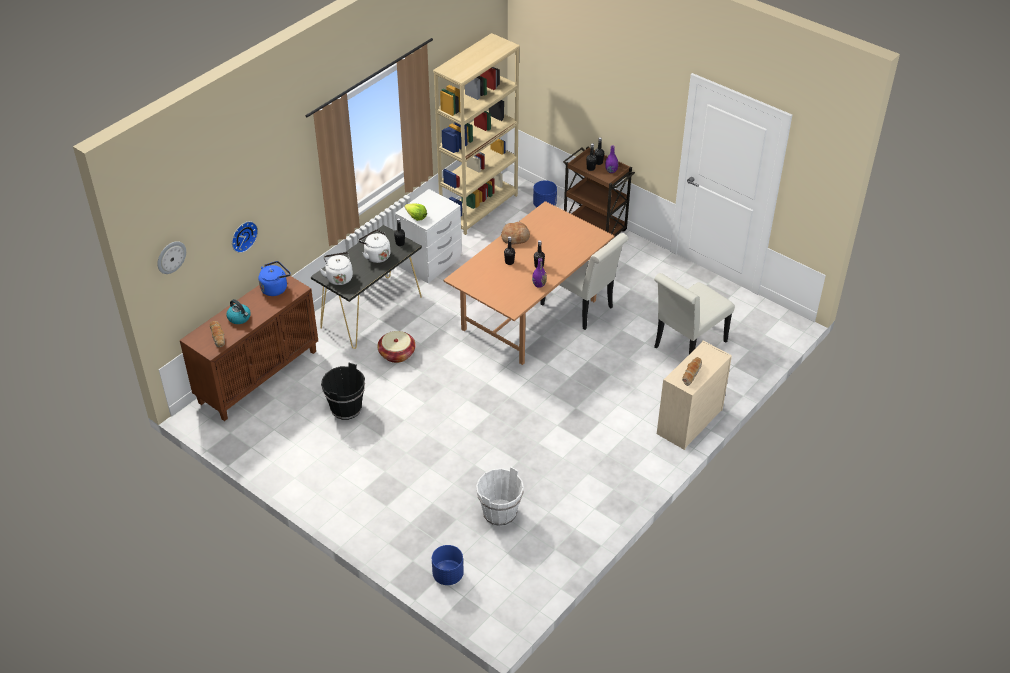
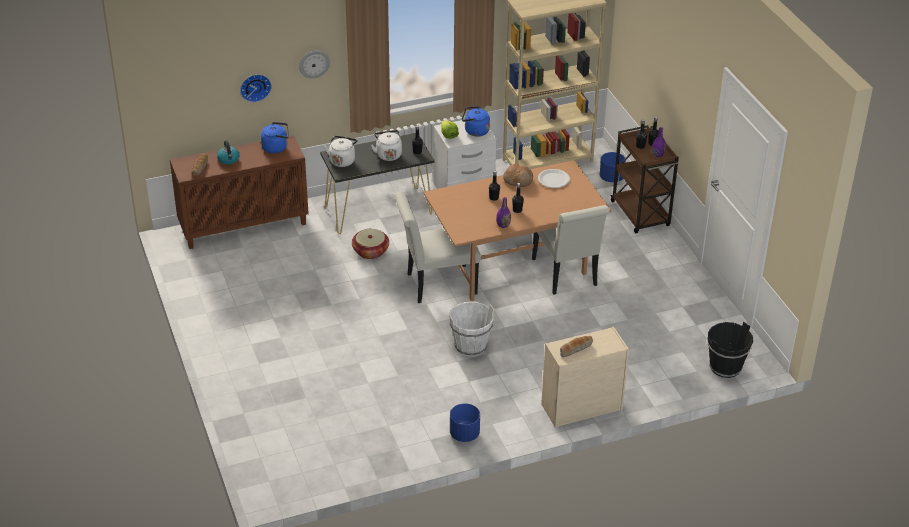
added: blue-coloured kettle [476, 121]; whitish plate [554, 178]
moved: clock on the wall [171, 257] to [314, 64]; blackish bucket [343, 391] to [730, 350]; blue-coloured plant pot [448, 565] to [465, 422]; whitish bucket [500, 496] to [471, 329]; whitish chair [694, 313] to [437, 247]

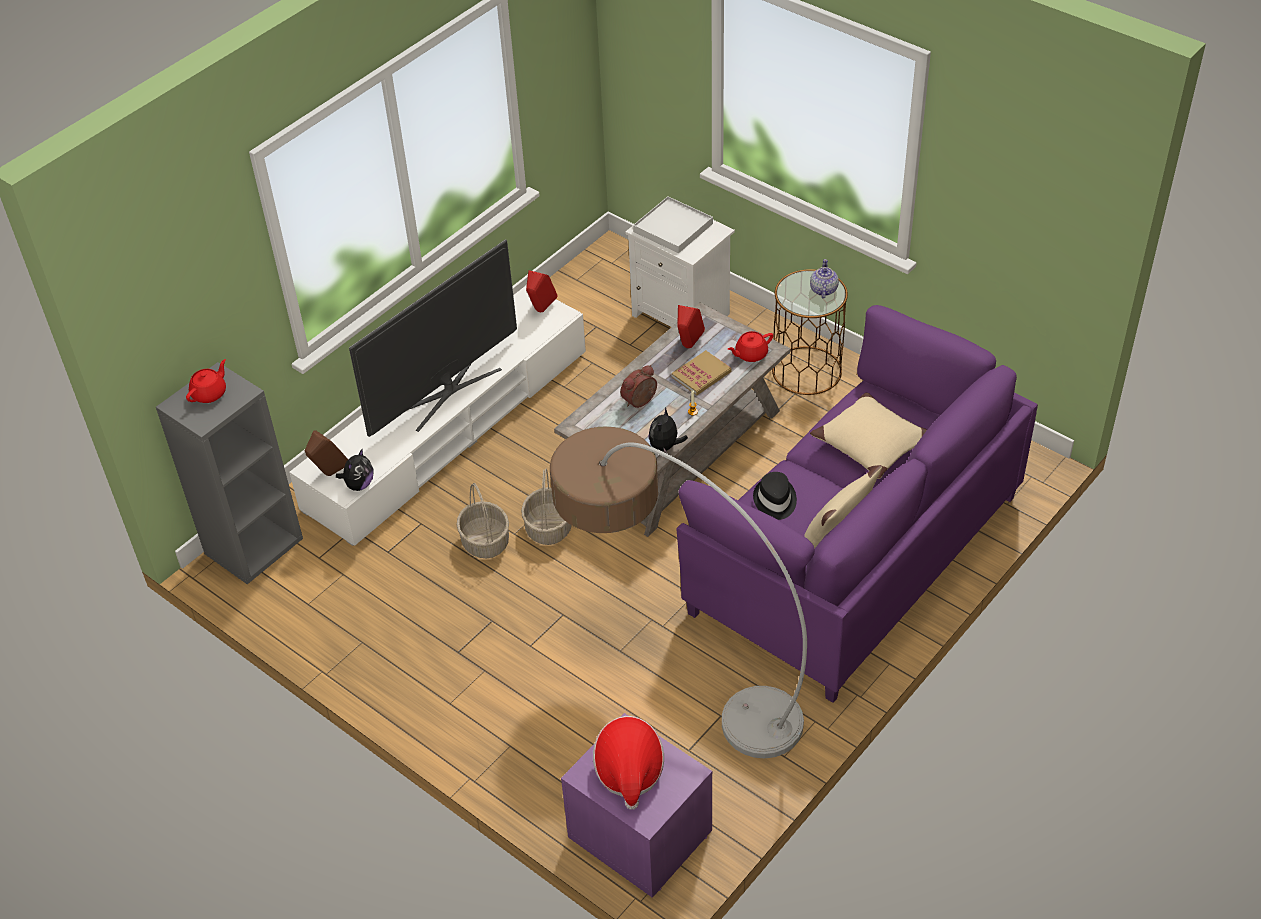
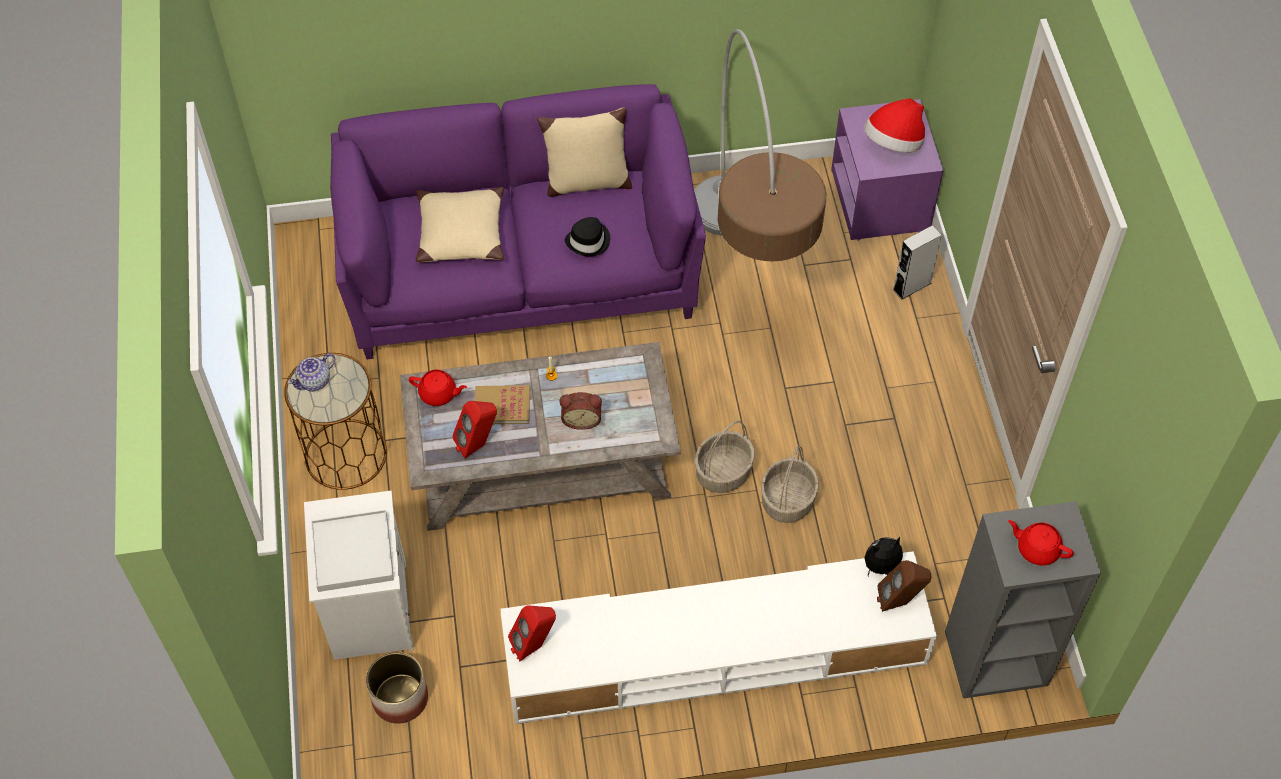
removed: television [433, 338]; plush toy [668, 430]
added: plant pot [397, 688]; greyish speaker [917, 262]
turned: red tea pot [206, 381] = [1041, 543] 45 degrees clockwise

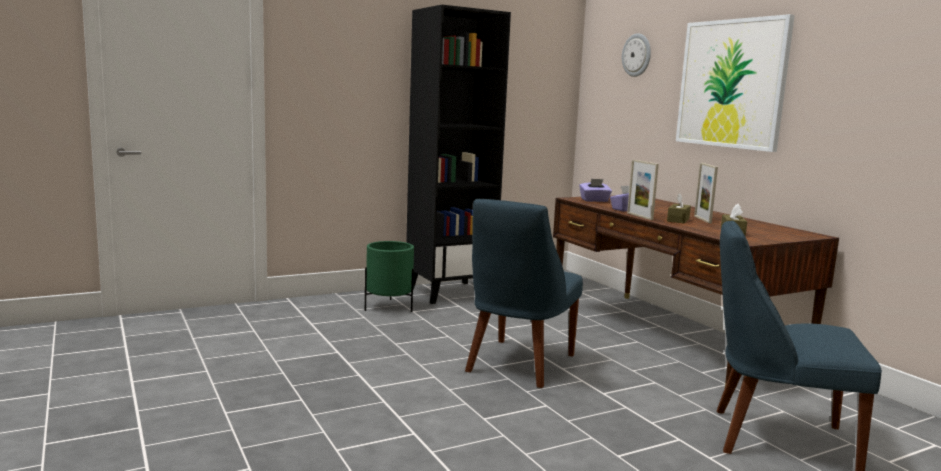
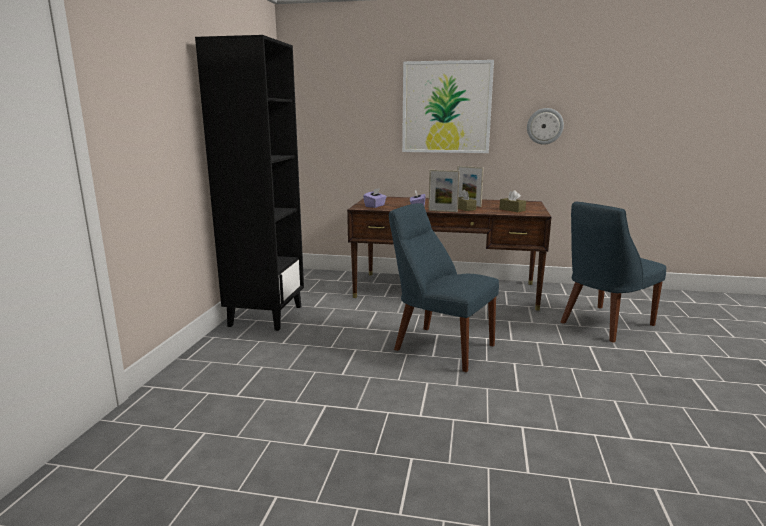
removed: green-coloured plant pot [389, 276]
moved: clock on the wall [636, 55] to [545, 126]
turned: blue-coloured chair [524, 293] = [444, 287] 150 degrees clockwise

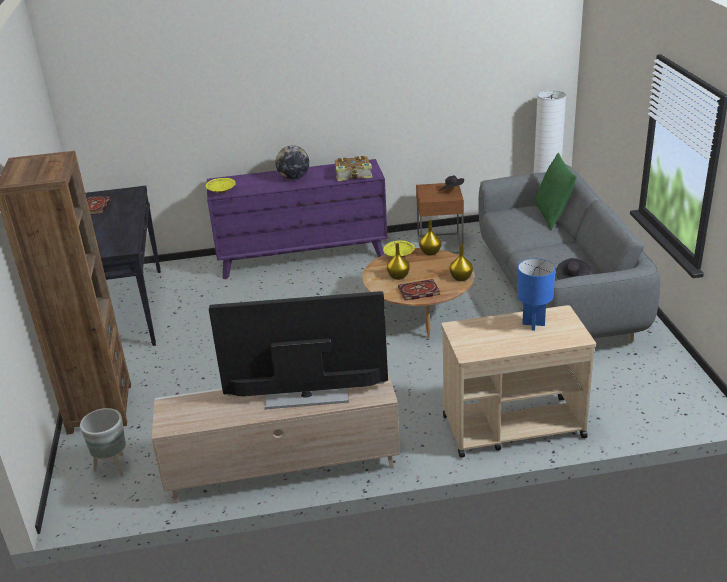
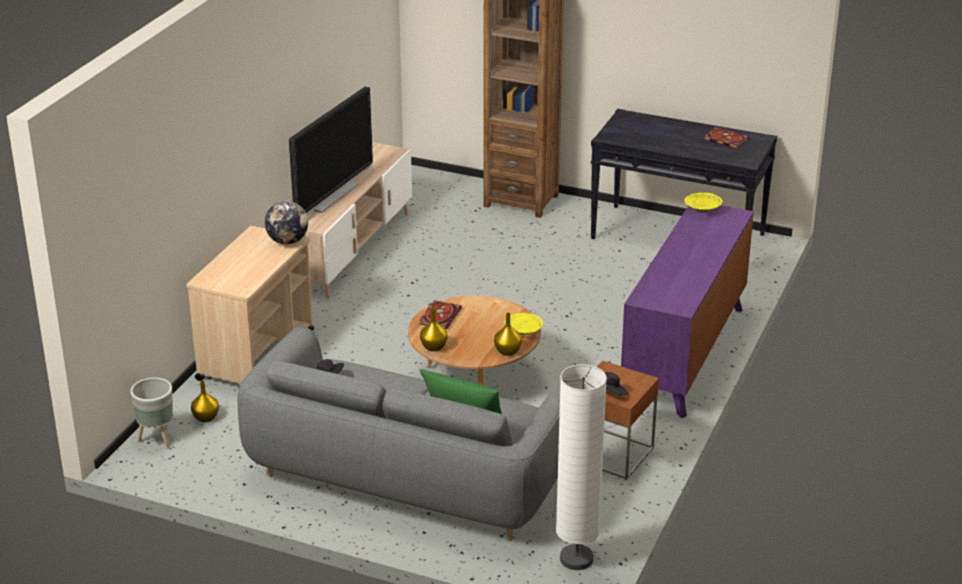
removed: book [353, 168]; blue-coloured tabletop lamp [536, 294]
moved: greyish plant pot [103, 442] to [151, 413]; desk globe [292, 163] to [286, 223]; yellowish decorative vase [398, 261] to [205, 401]

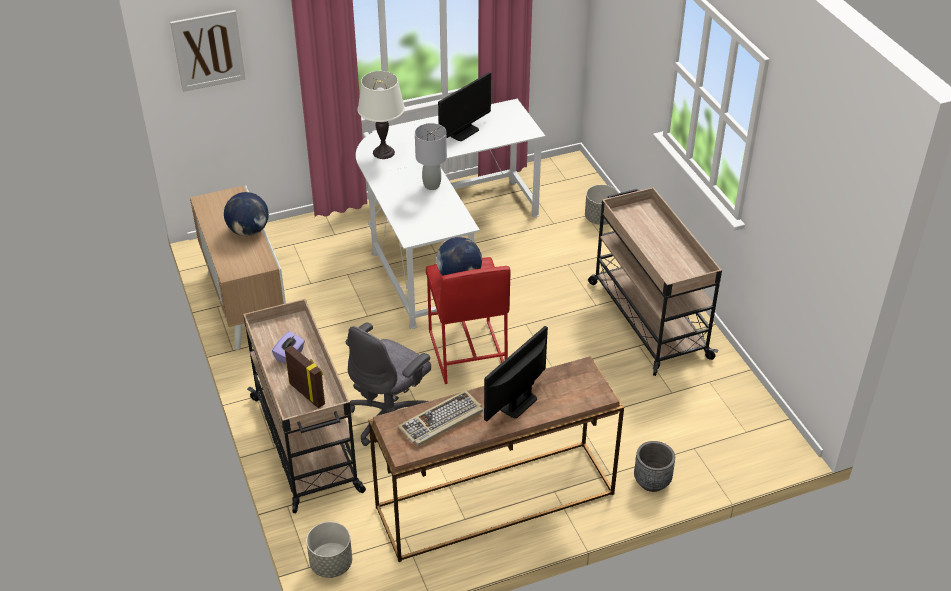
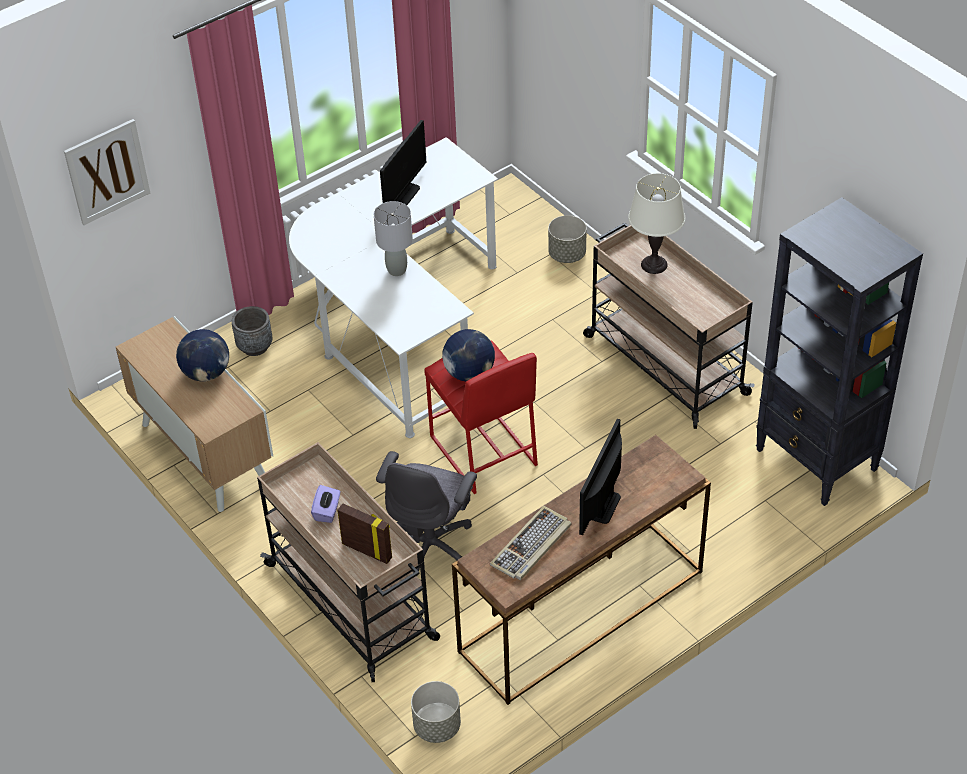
added: blackish shelving unit [839, 351]
moved: whitish tabletop lamp [381, 115] to [656, 223]; greyish plant pot [654, 466] to [252, 331]

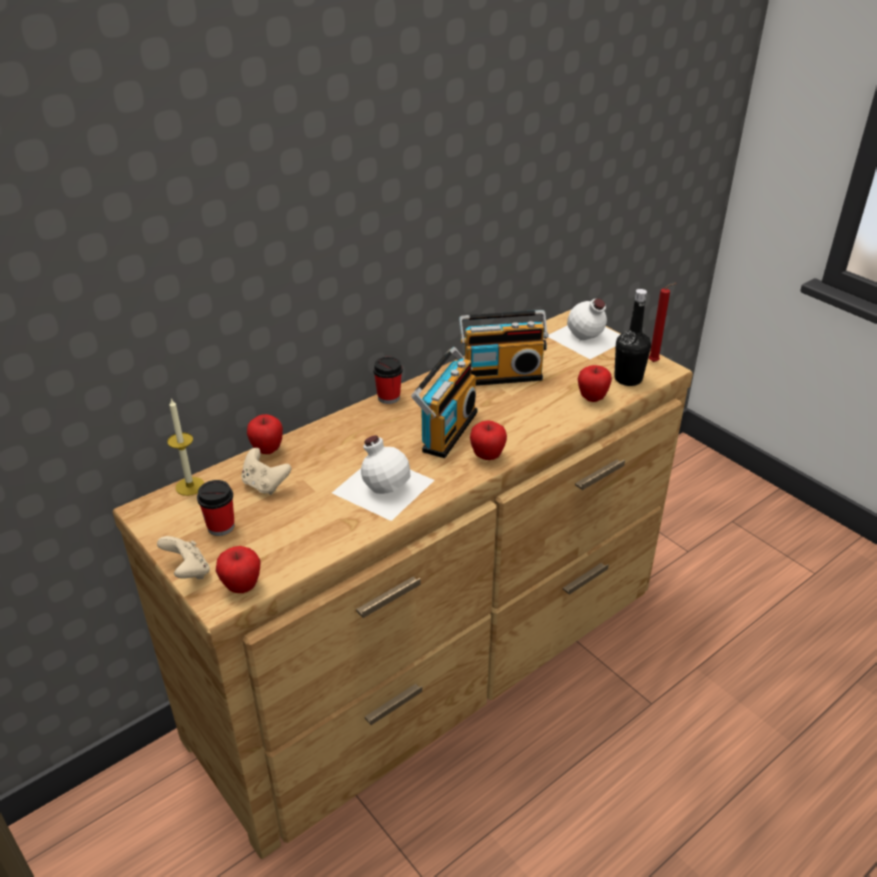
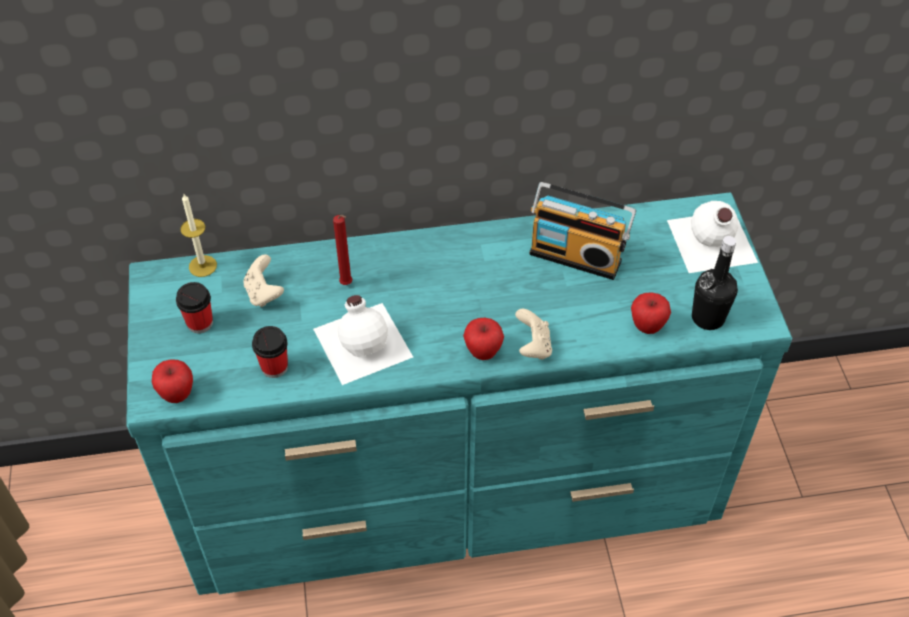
removed: apple [265, 434]; radio [444, 402]
moved: beige-coloured game controller [183, 557] to [533, 334]; cup [387, 380] to [270, 352]; red wax light [663, 322] to [342, 250]
recoloured: brown dresser [403, 584] to blue-green dresser [459, 393]

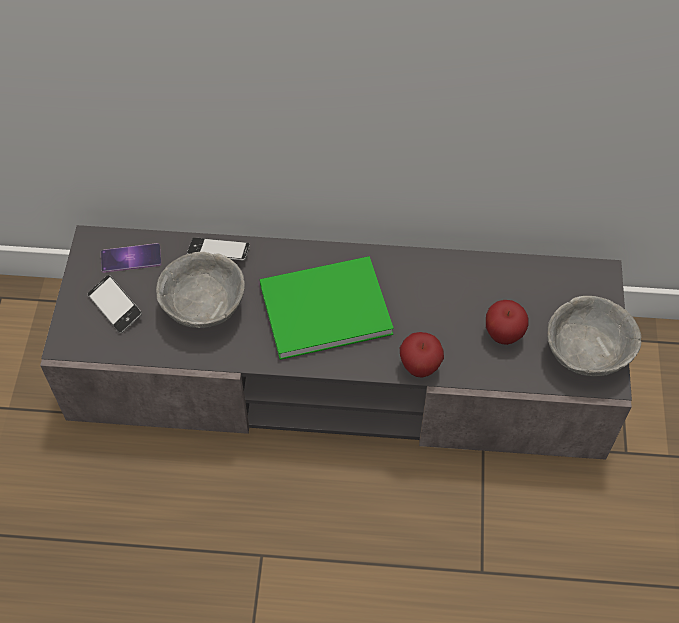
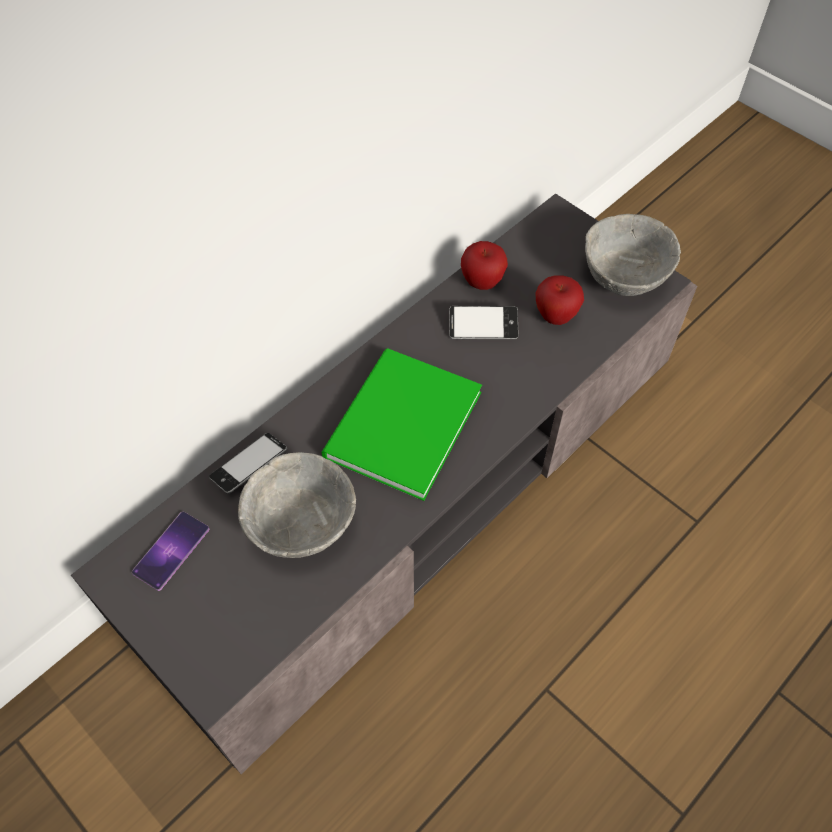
moved: phone [115, 304] to [483, 322]; apple [422, 354] to [484, 265]

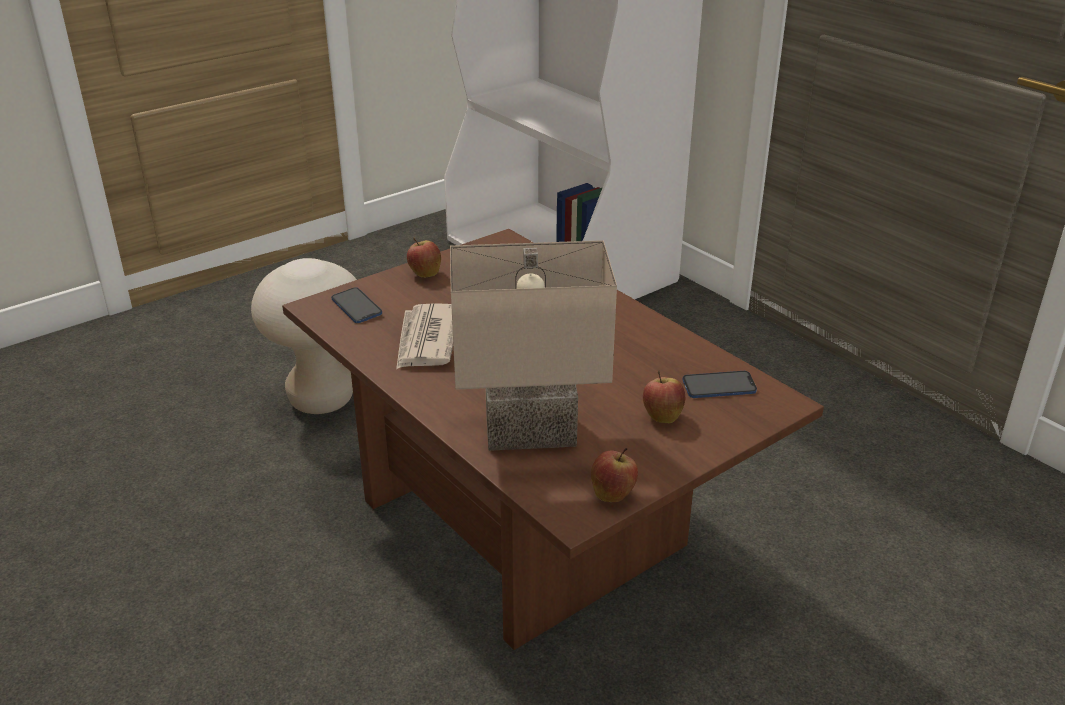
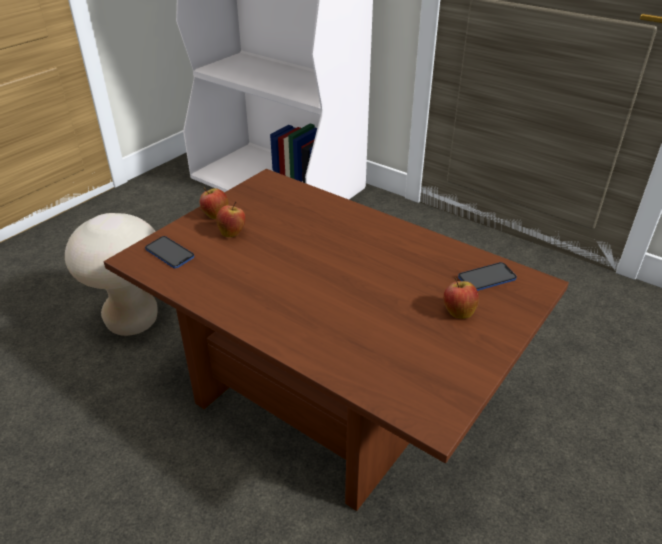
removed: newspaper [424, 336]; beige-coloured tabletop lamp [533, 345]
moved: apple [614, 475] to [231, 219]

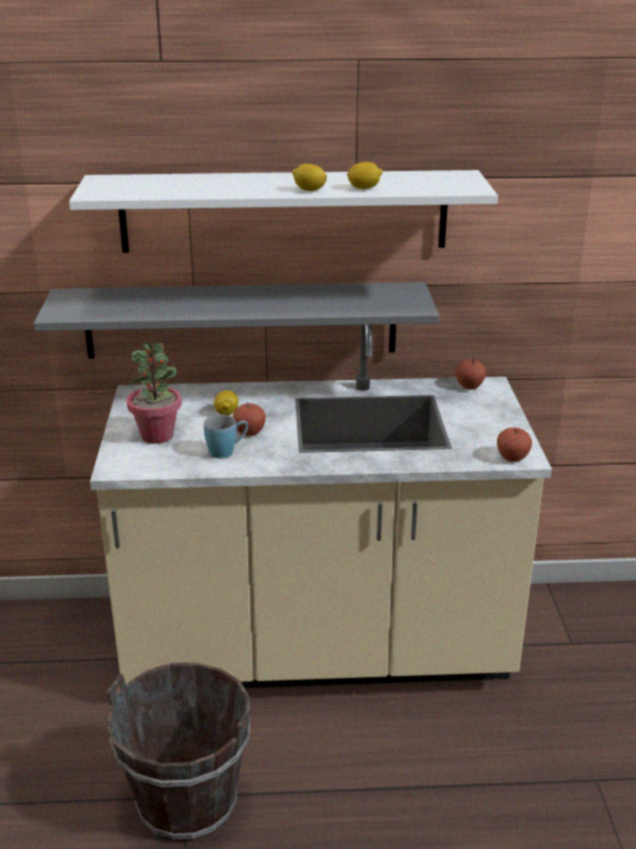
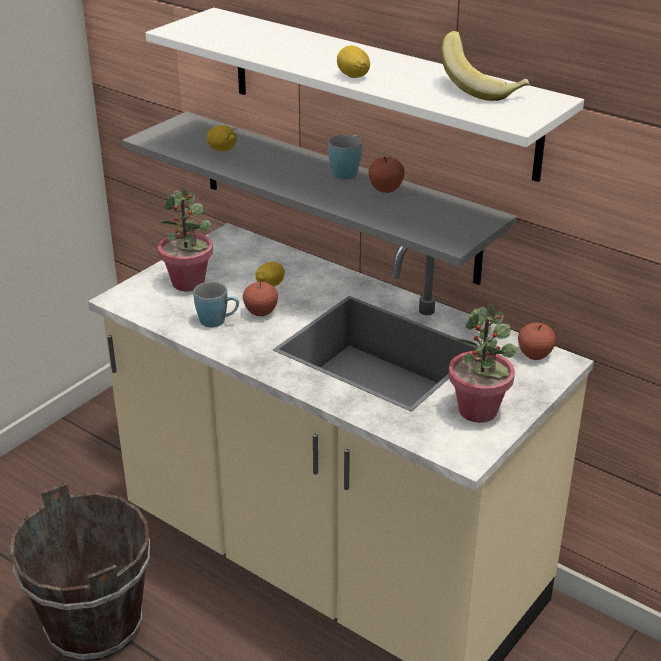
added: blue-coloured mug [345, 157]; banana [485, 66]; plant in a pot [482, 363]
moved: lemon [365, 175] to [222, 138]; apple [514, 444] to [386, 175]

